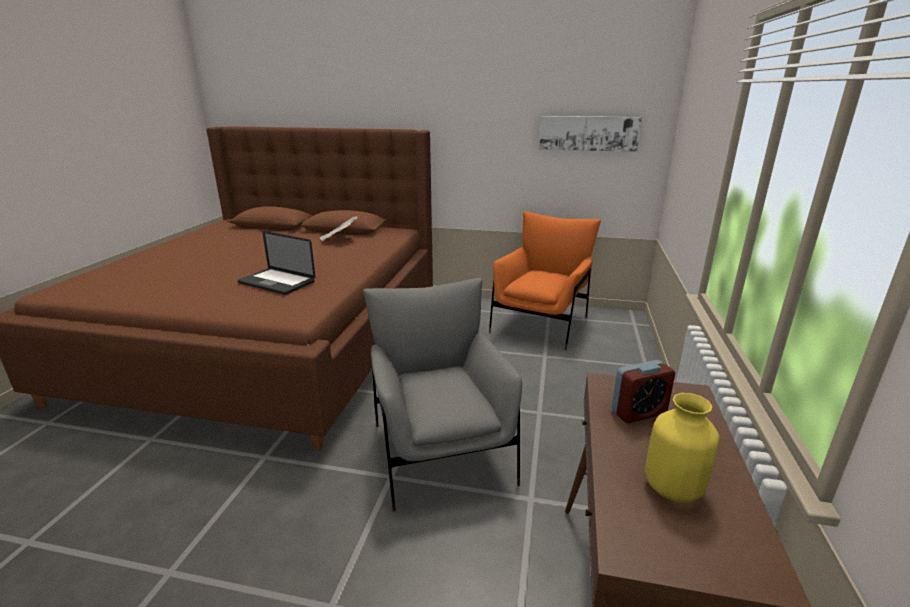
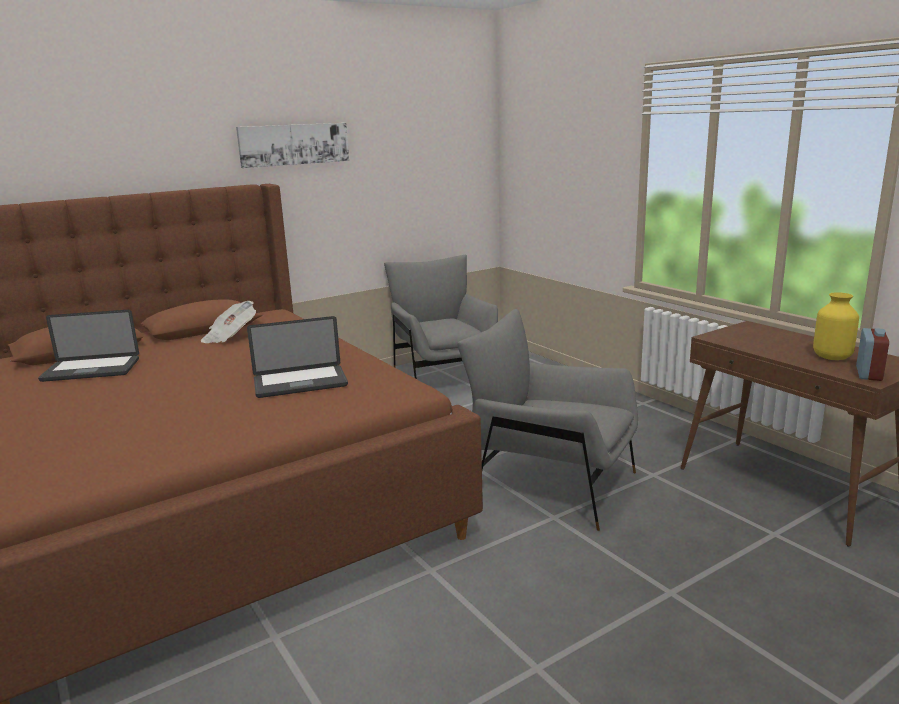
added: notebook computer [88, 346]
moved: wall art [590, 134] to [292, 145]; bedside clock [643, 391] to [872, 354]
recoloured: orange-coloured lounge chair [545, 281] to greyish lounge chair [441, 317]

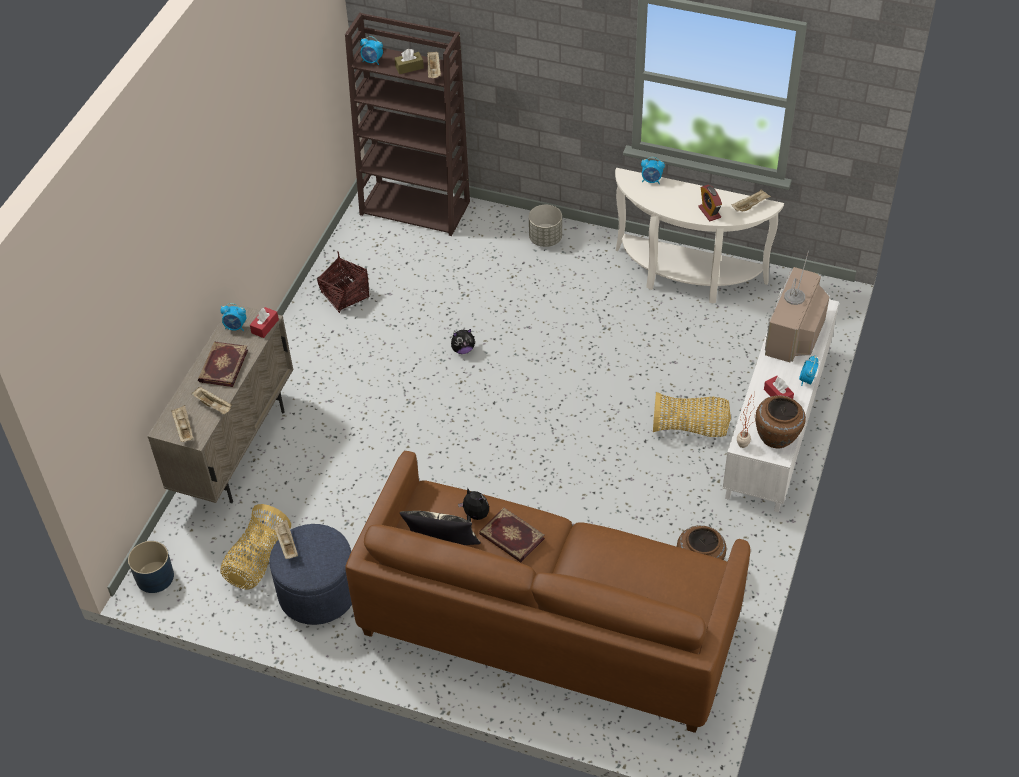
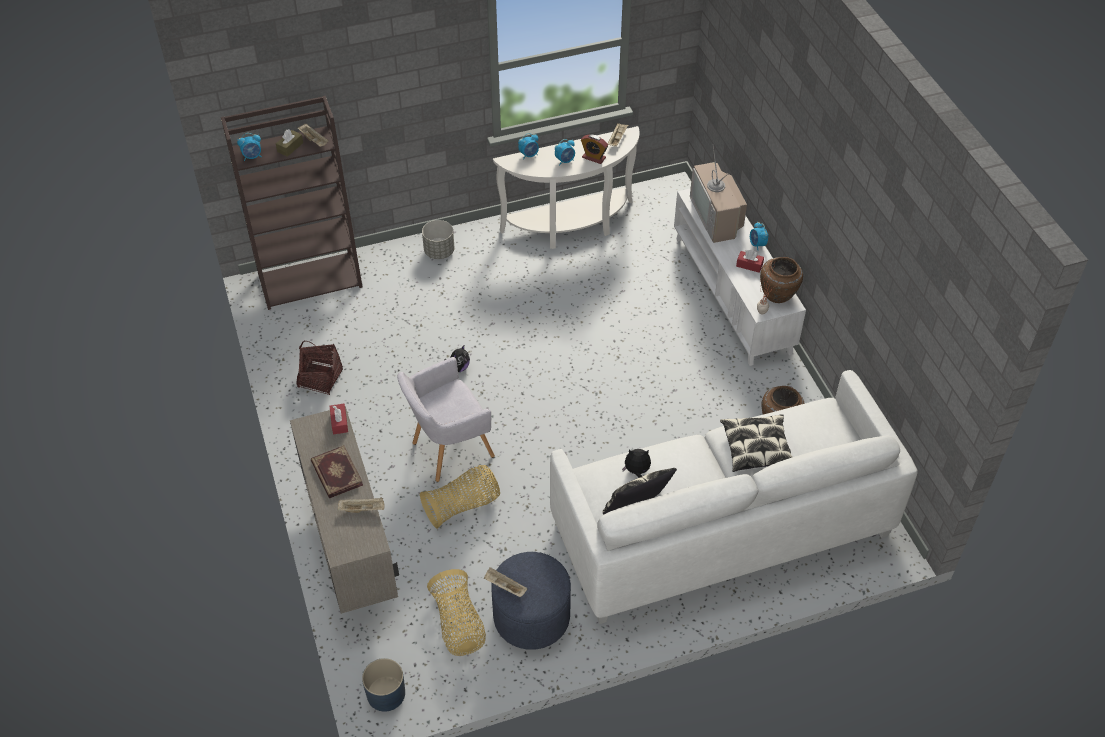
removed: beige-coloured tray [182, 423]; book [512, 535]
added: greyish lounge chair [446, 419]; pillow [756, 443]
moved: bedside clock [233, 317] to [565, 152]; storage basket [692, 414] to [460, 497]
recoloured: brown settee [548, 592] to whitish settee [734, 497]

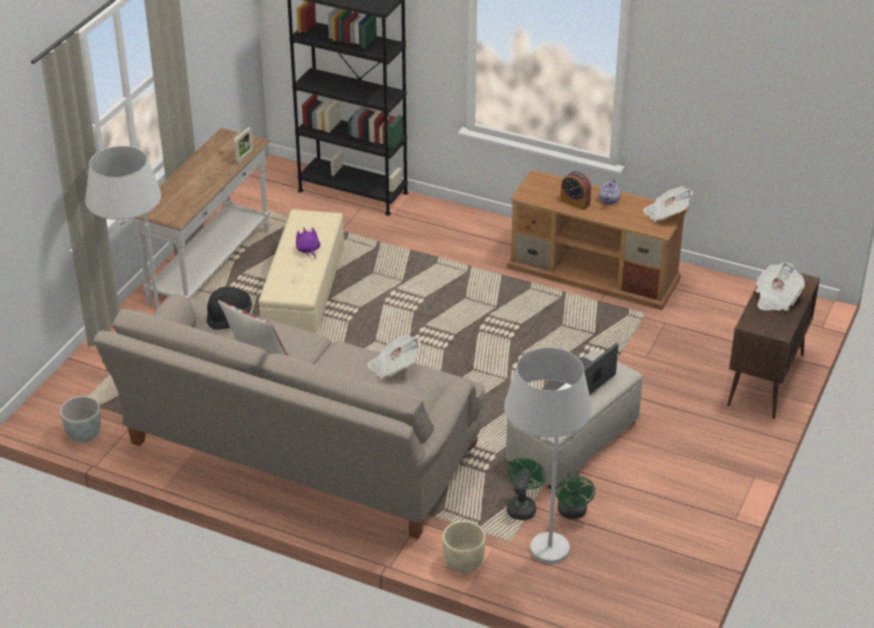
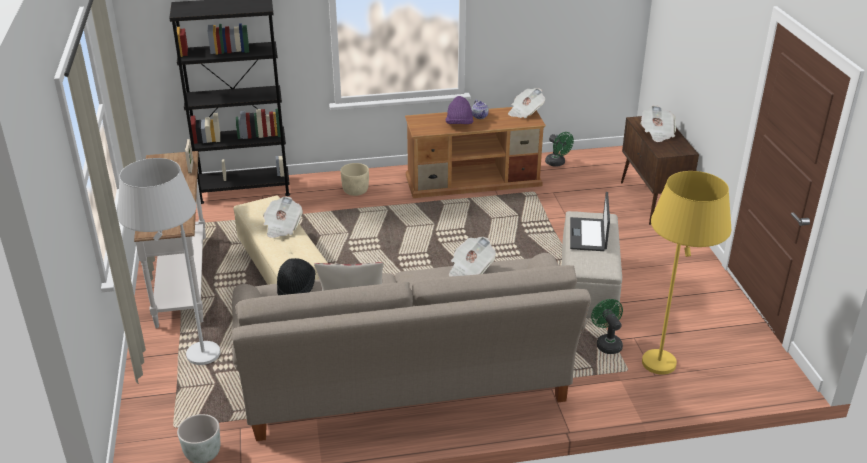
moved: beige-coloured plant pot [464, 547] to [354, 179]; green-coloured electric fan [575, 494] to [559, 149]
replaced: purple plush toy [308, 243] to newspaper [283, 217]; bedside clock [575, 190] to purple hat [459, 110]
recoloured: whitish standard lamp [548, 455] to yellowish standard lamp [686, 273]

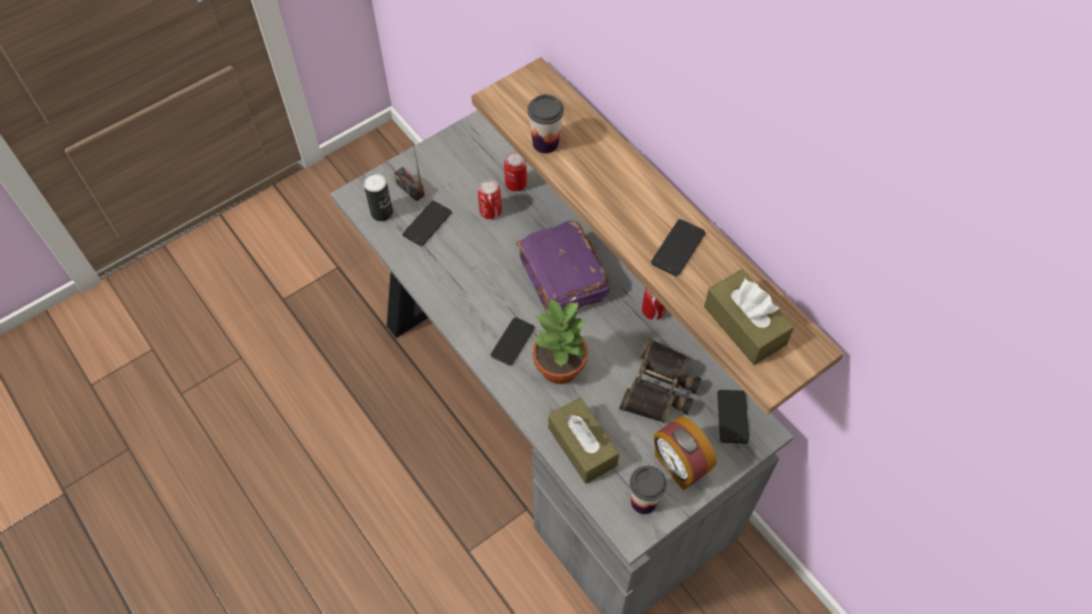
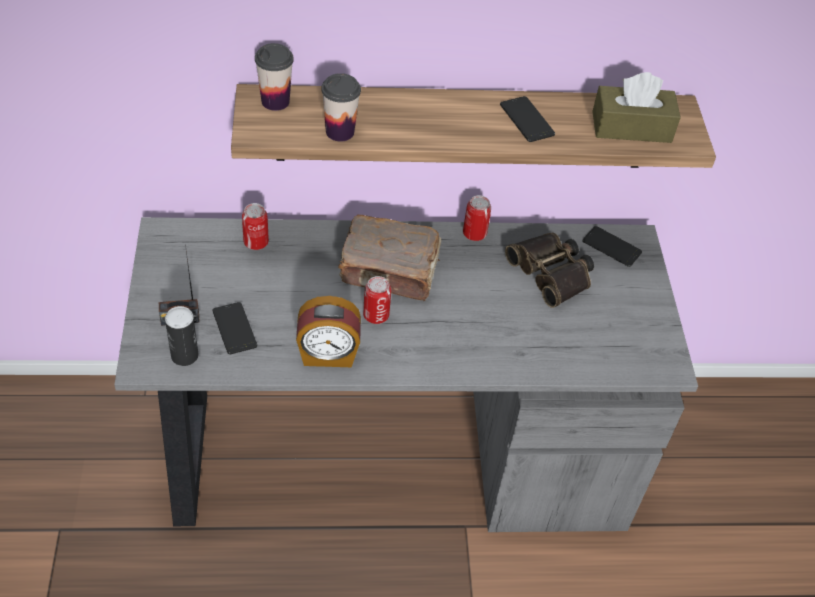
removed: phone [513, 341]; plant in a pot [560, 341]; brown box of tissues [583, 440]
moved: sealed can [490, 199] to [377, 300]; cup [648, 490] to [274, 77]; bedside clock [685, 453] to [328, 331]
recoloured: purple book [563, 266] to brown book [390, 257]

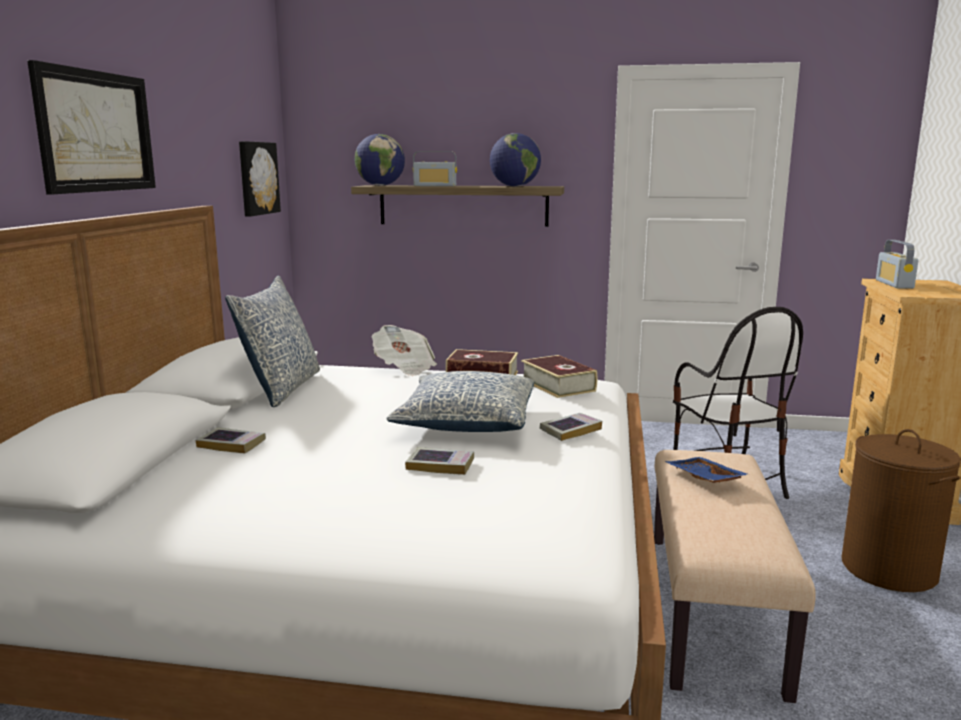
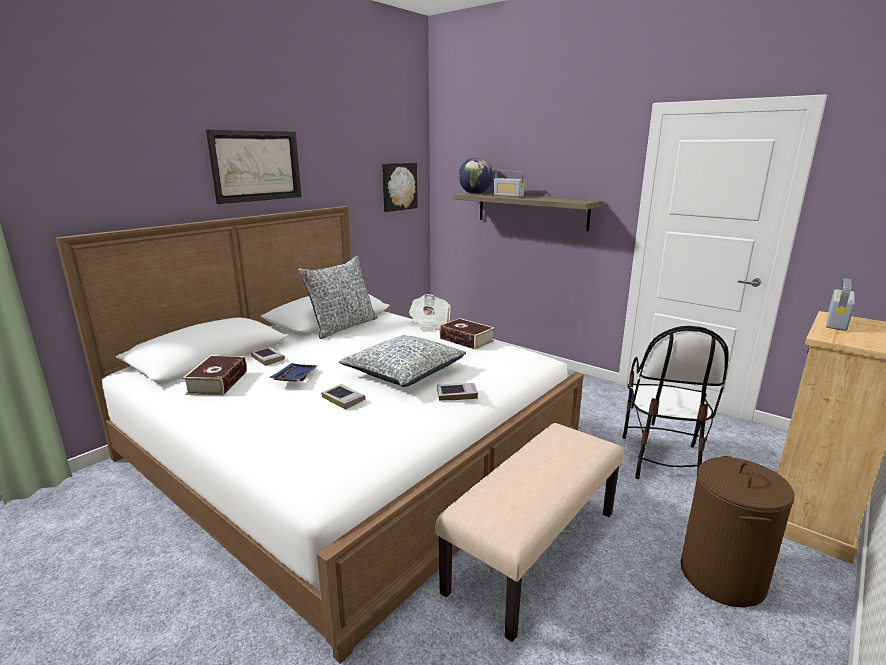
removed: desk globe [515, 159]
moved: book [559, 376] to [214, 375]; blue-coloured tray [707, 470] to [293, 372]

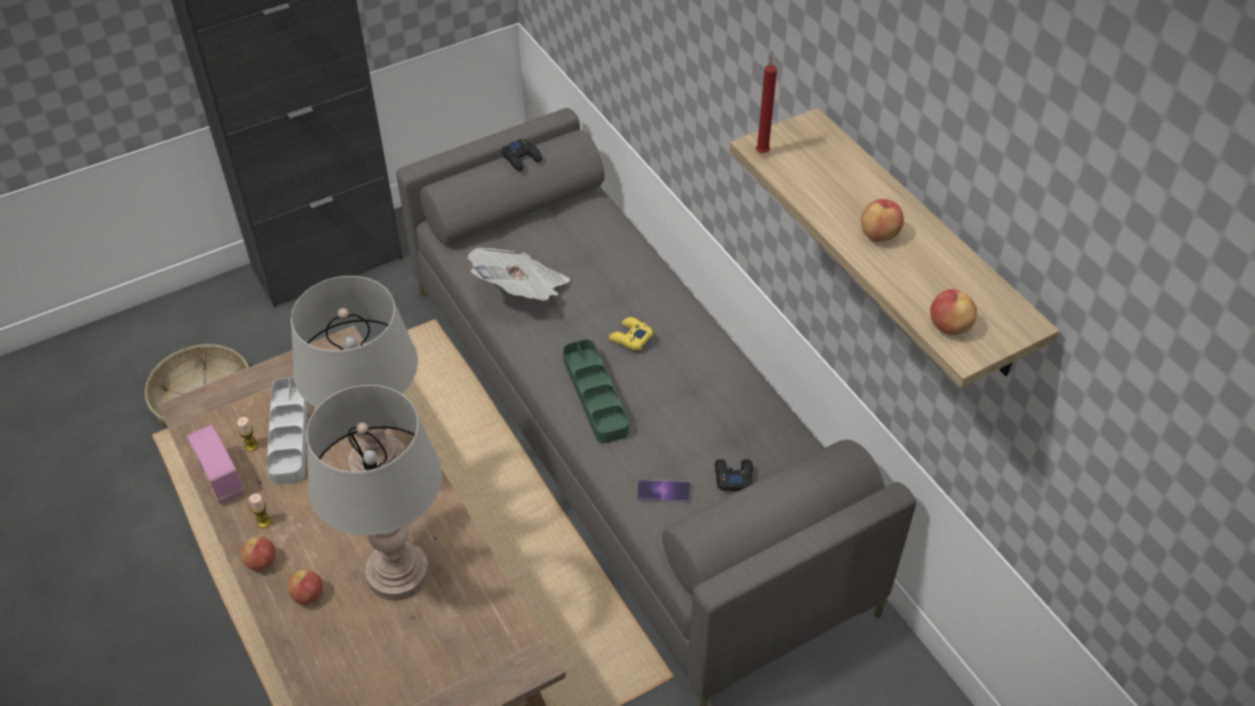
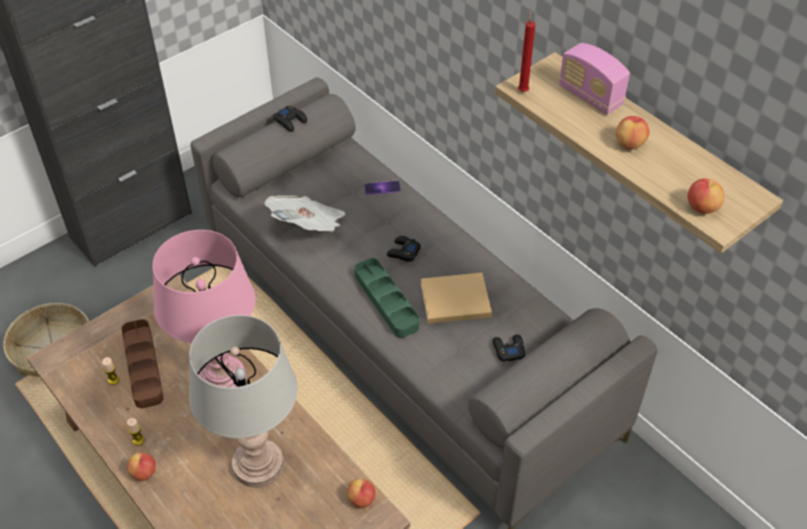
added: beige-coloured book [456, 298]
moved: radio [216, 464] to [594, 78]; apple [305, 587] to [361, 493]; phone [663, 491] to [382, 188]
recoloured: greyish tray [287, 430] to brown tray [142, 363]; greyish tabletop lamp [354, 373] to pinkish tabletop lamp [204, 308]; yellowish game controller [631, 333] to blackish game controller [404, 249]

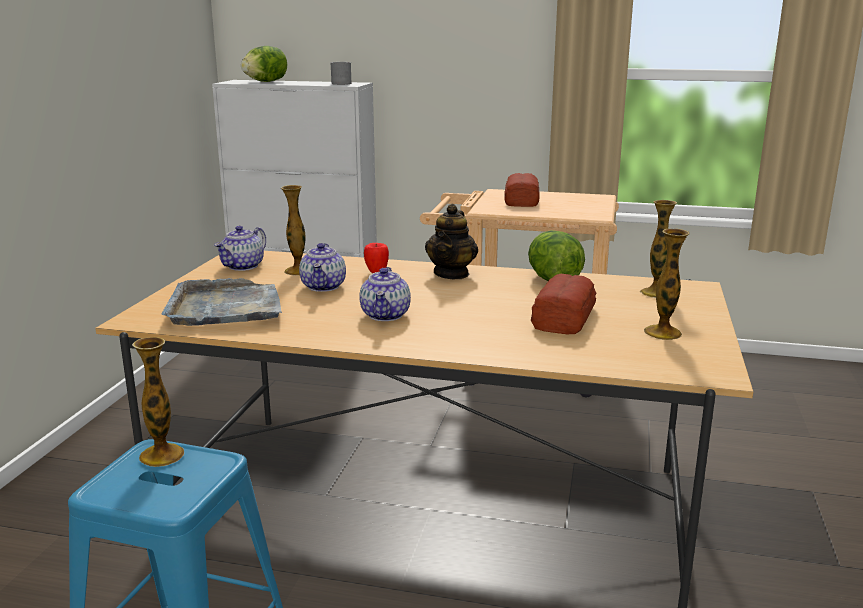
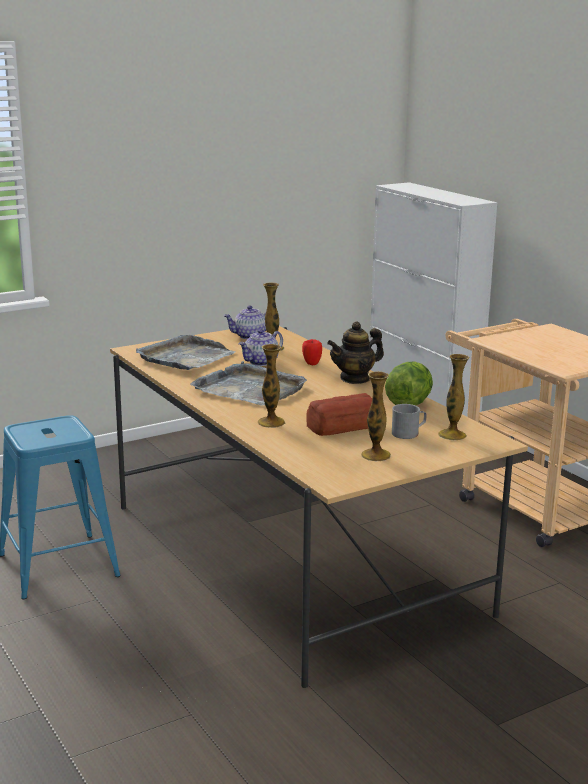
removed: lettuce head [264, 64]; bread [522, 190]
moved: decorative vase [158, 402] to [271, 386]; greyish mug [340, 73] to [409, 421]
replaced: tea pot [385, 294] to greyish tray [248, 383]

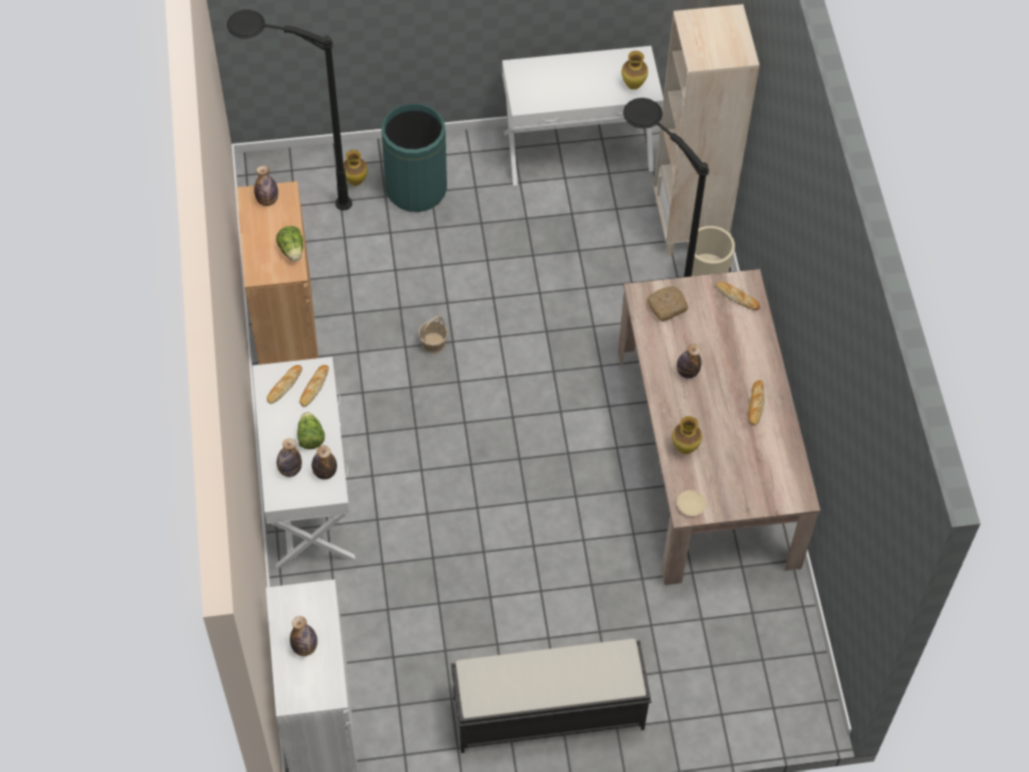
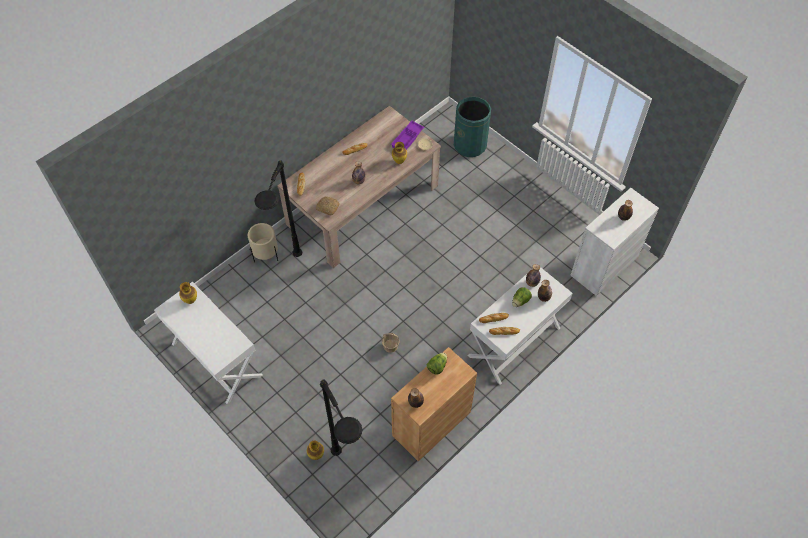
removed: blackish bench [551, 696]; beige-coloured shelving unit [706, 130]
added: purple tray [407, 135]
moved: green-coloured trash can [414, 158] to [472, 127]

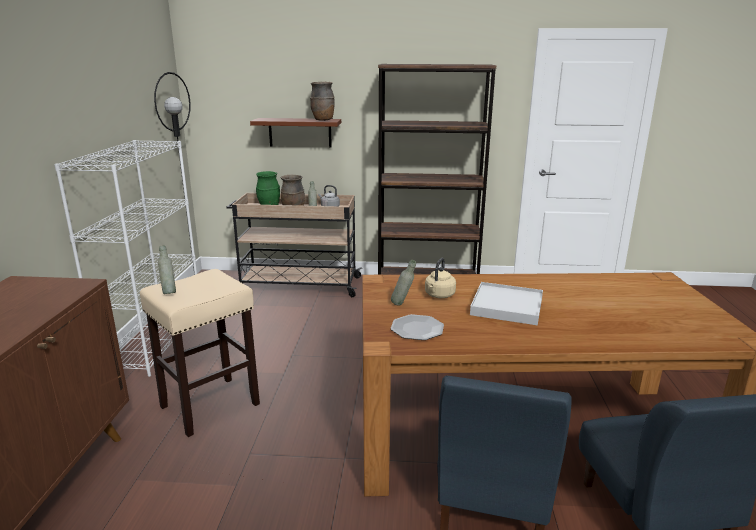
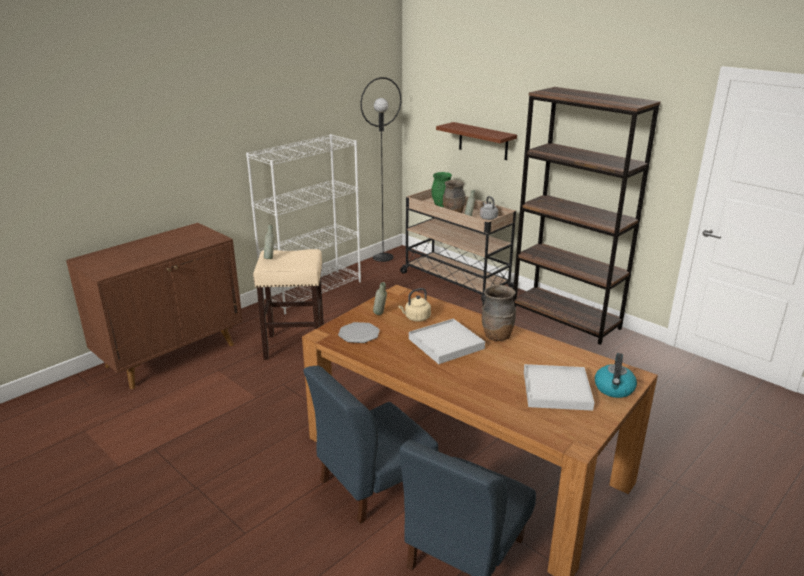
added: whitish tray [559, 387]; kettle [616, 375]
moved: brown decorative vase [322, 101] to [499, 313]

